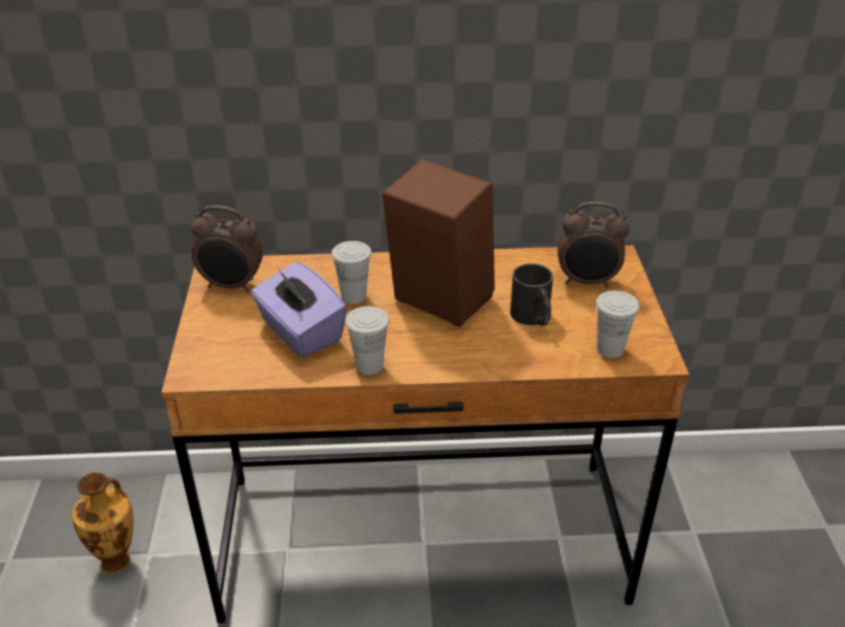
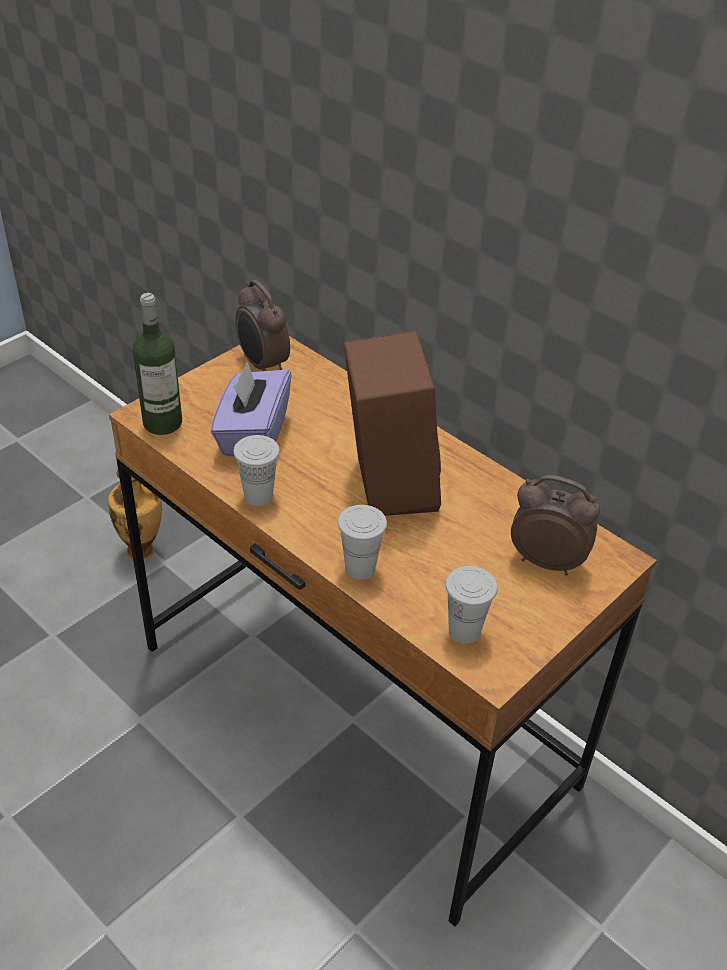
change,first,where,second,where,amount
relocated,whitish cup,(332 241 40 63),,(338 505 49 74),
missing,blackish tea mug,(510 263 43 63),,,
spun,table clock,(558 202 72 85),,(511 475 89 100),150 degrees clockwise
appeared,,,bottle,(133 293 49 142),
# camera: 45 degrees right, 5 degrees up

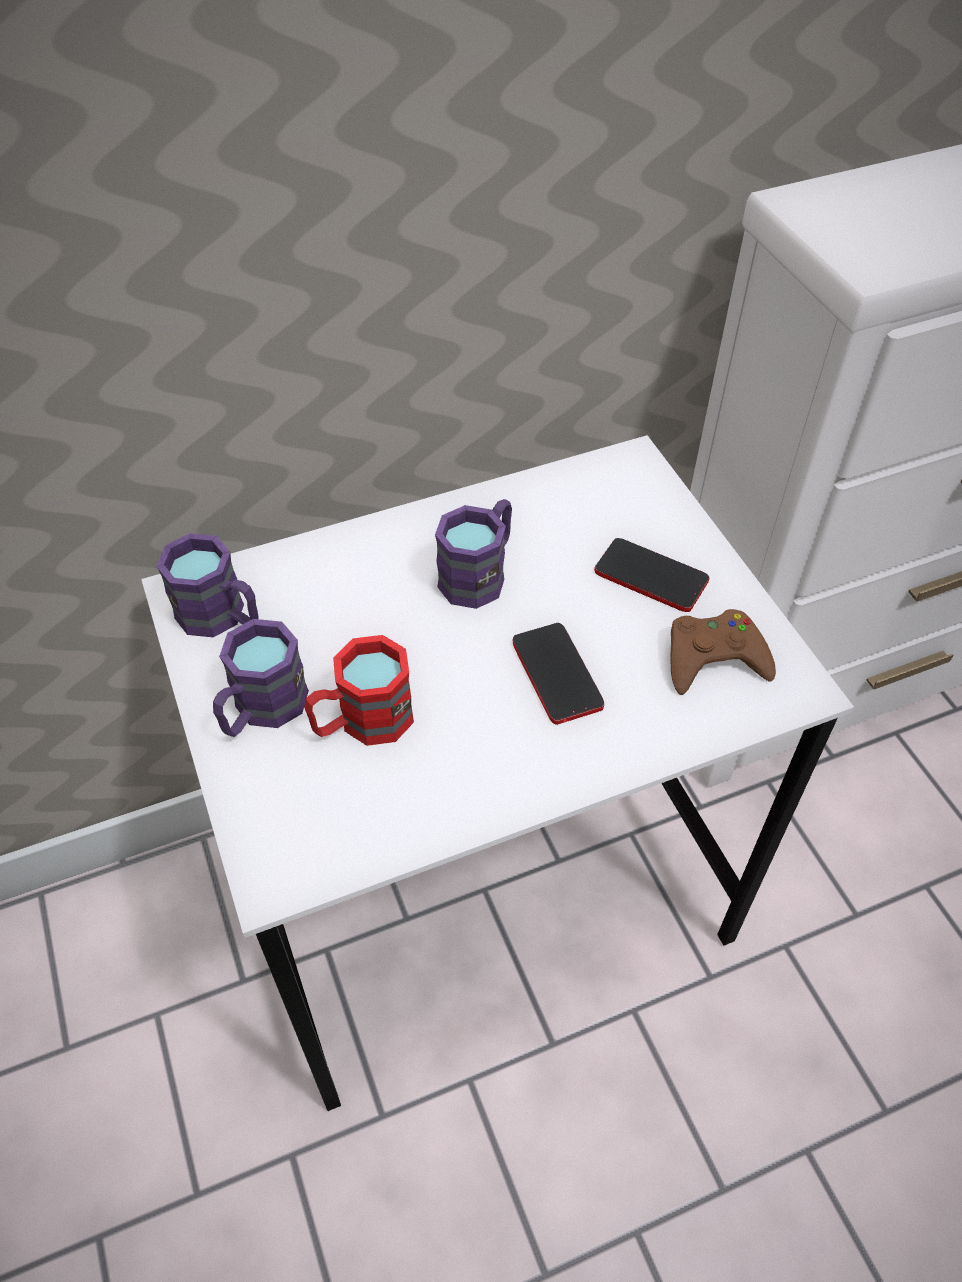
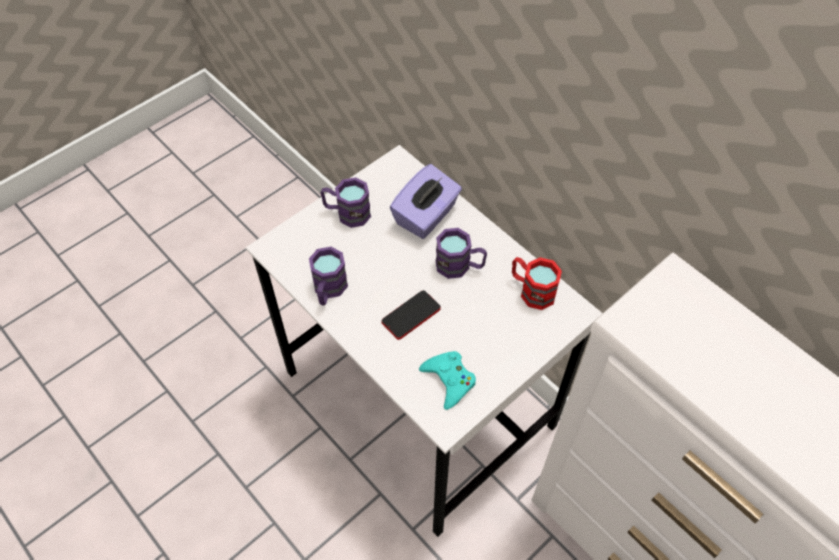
change,first,where,second,where,amount
relocated,purplish tea mug,(156 533 103 104),,(309 247 39 58),
relocated,red-coloured tea mug,(304 635 110 111),,(512 257 50 53),
missing,telephone,(594 538 115 74),,,
colour,brownish game controller,(670 609 106 86),blue-green game controller,(419 351 57 59),
appeared,,,purplish tissue holder,(390 164 72 75),
# camera: 70 degrees right, 5 degrees up

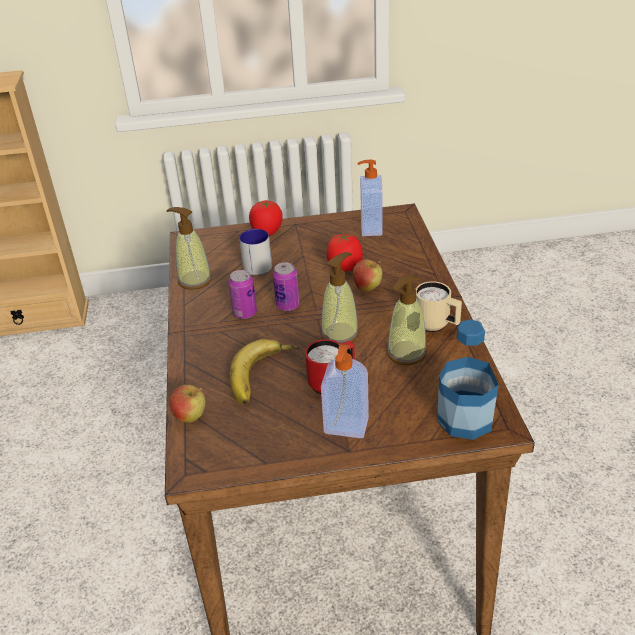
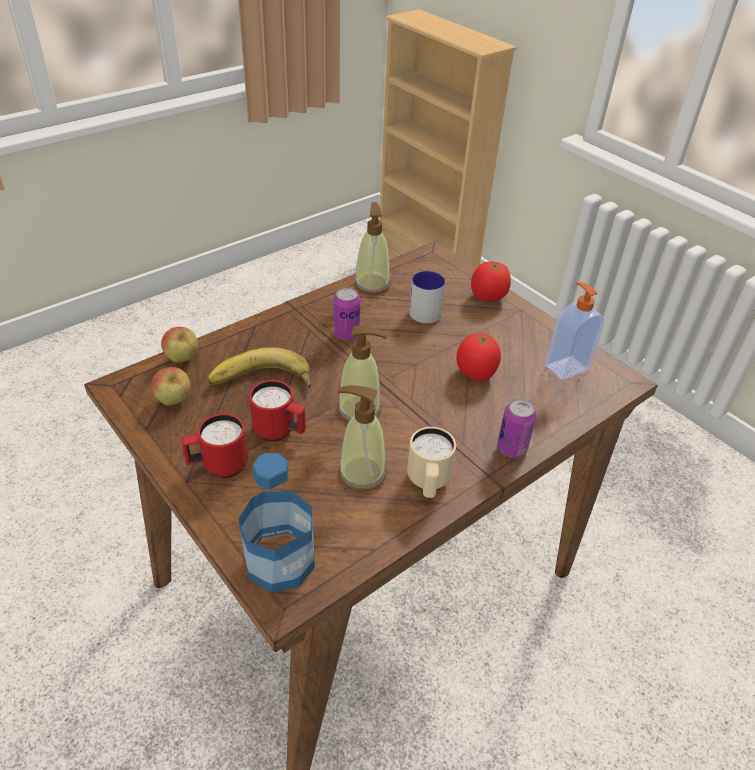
change,first,where,second,where,amount
relocated,can,(273 262 27 49),,(497 398 39 60),
exchanged,soap dispenser,(321 344 48 94),red-coloured tea mug,(181 414 67 64),
relocated,apple fruit,(353 260 29 31),,(151 367 39 38),
# camera: 55 degrees right, 5 degrees up

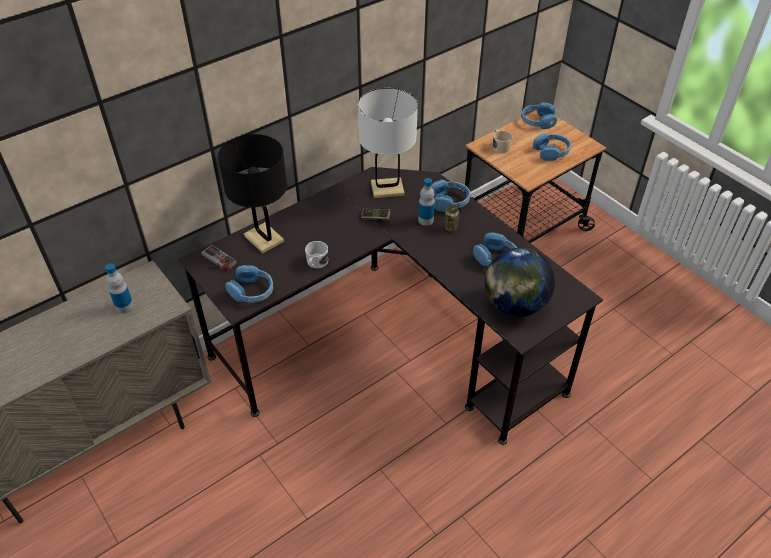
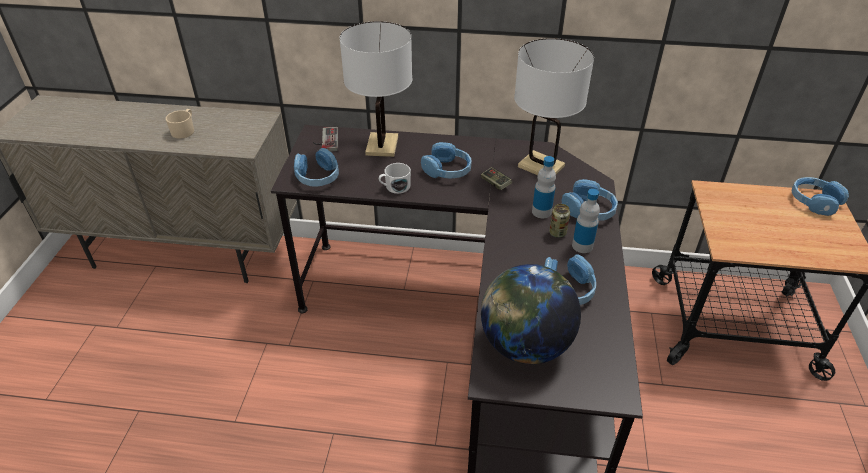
change,first,where,second,where,amount
relocated,bottle,(105 263 29 51),,(572 189 28 64),
colour,blackish tabletop lamp,(218 134 69 119),whitish tabletop lamp,(340 21 72 136),
relocated,beige-coloured tea mug,(493 129 19 24),,(166 109 28 30),
relocated,bluish headset,(533 133 38 28),,(421 142 51 37),
# camera: 45 degrees right, 5 degrees down

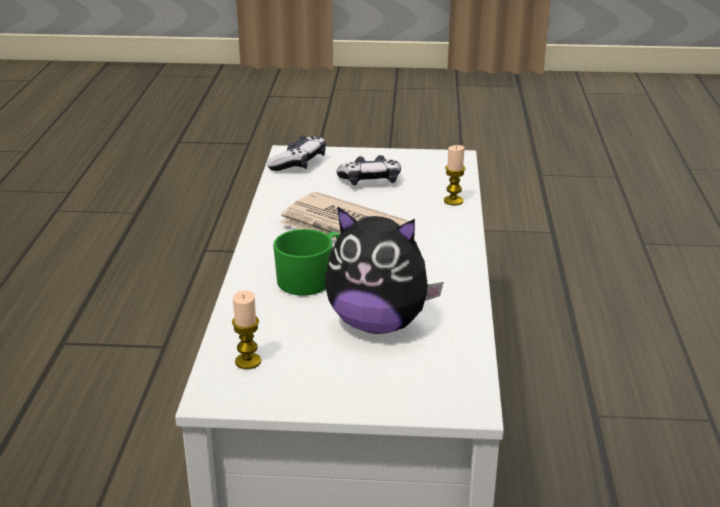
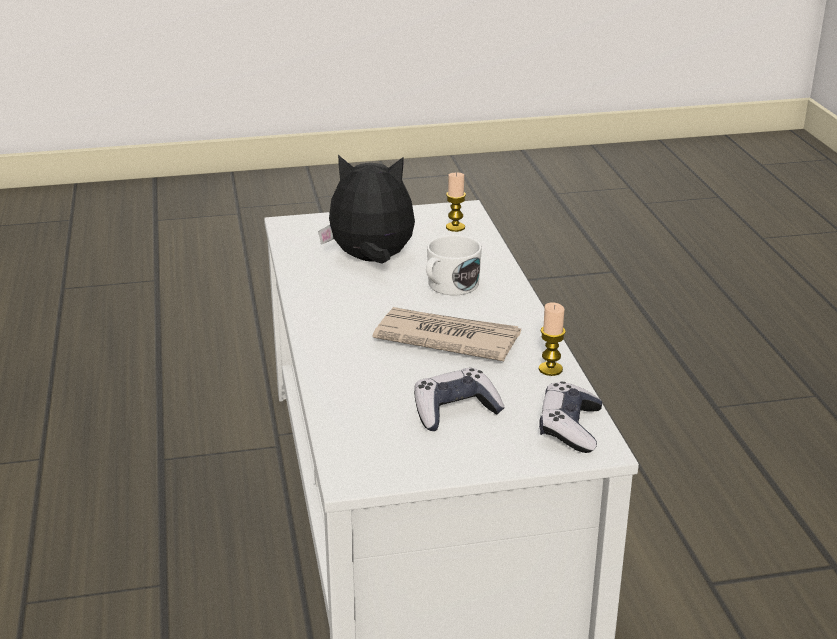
change,first,where,second,where,amount
colour,greenish tea mug,(273 229 67 67),whitish tea mug,(426 235 56 60),
relocated,wax candle,(444 145 21 61),,(539 302 27 74),
# camera: 165 degrees right, 0 degrees up

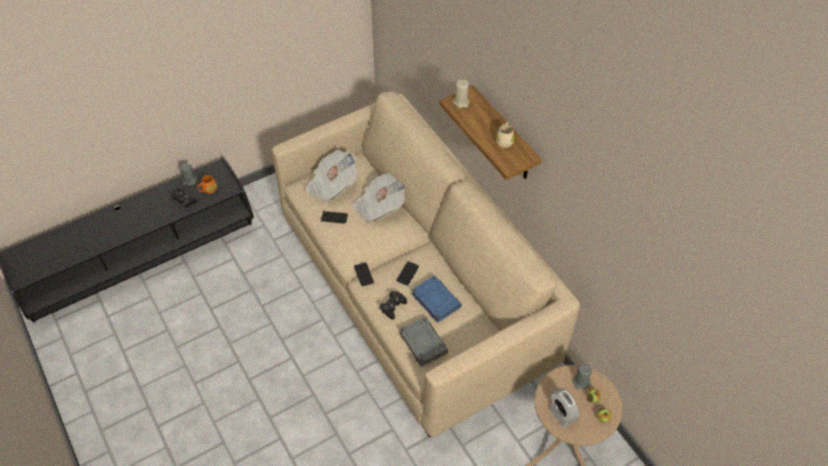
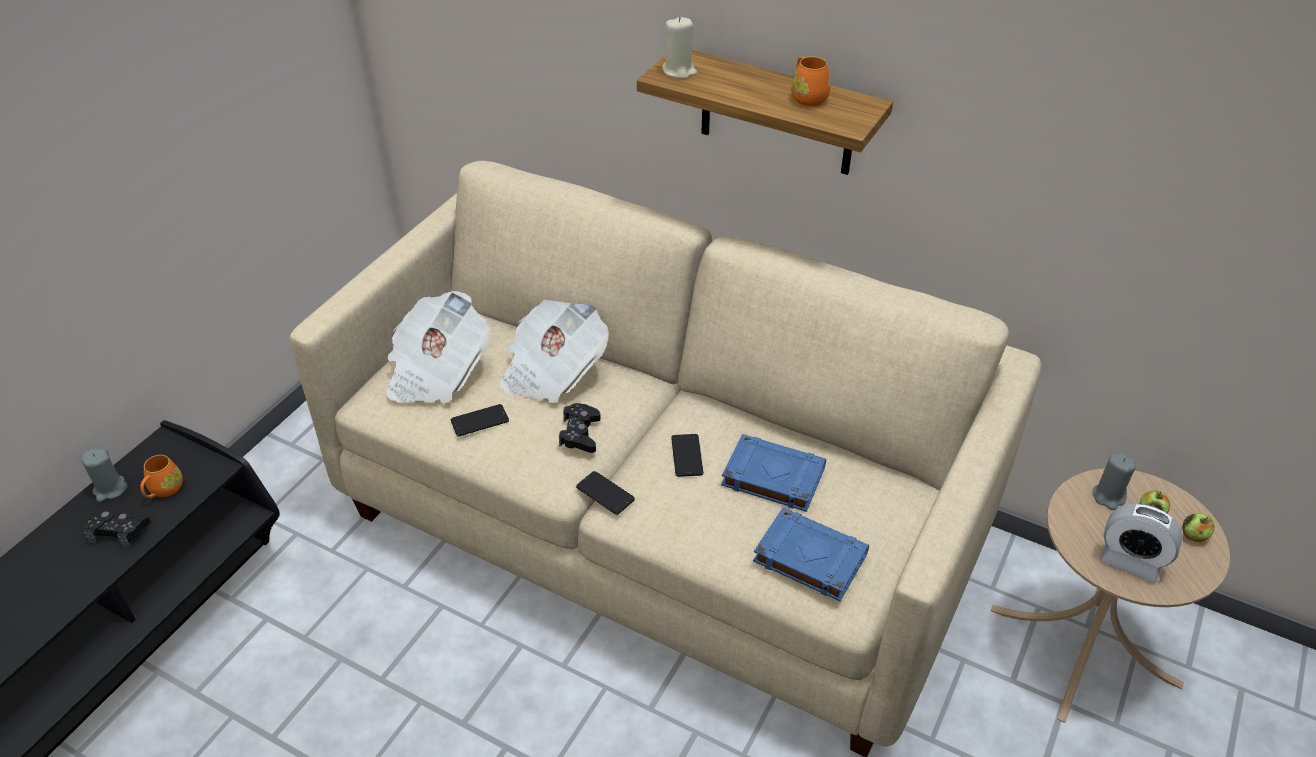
change,first,where,second,where,amount
relocated,blackish game controller,(380 291 27 29),,(559 403 42 50),
colour,gray book,(399 317 49 50),bluish book,(753 508 116 93),
colour,beige-coloured tea mug,(495 122 20 26),orange-coloured tea mug,(791 56 40 51),
# camera: 30 degrees left, 10 degrees down

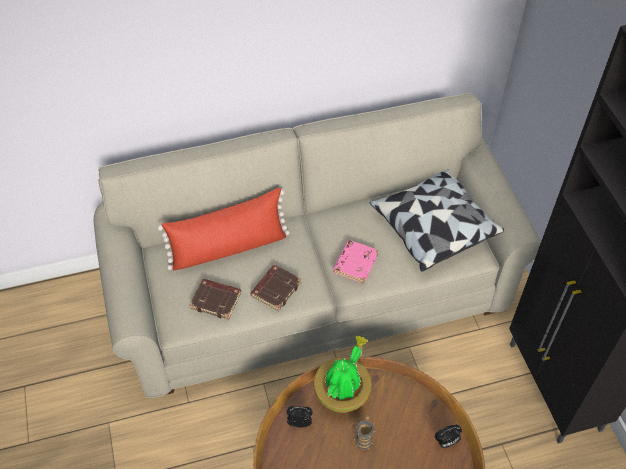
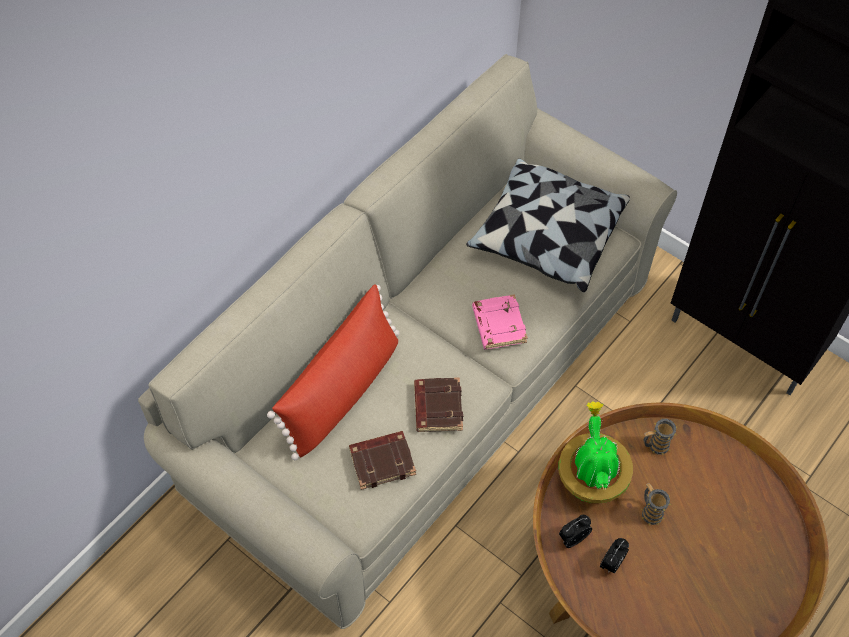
change,first,where,second,where,amount
relocated,table clock,(434 425 28 23),,(600 538 29 35),
appeared,,,tea mug,(644 418 33 37),
# camera: 35 degrees left, 5 degrees up

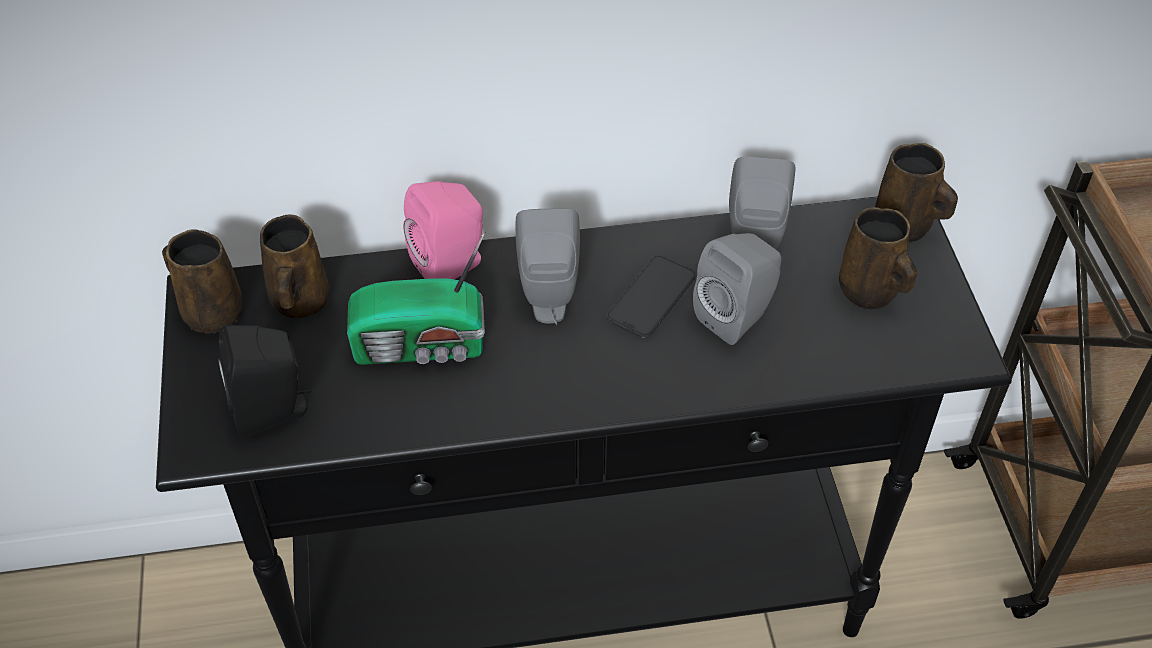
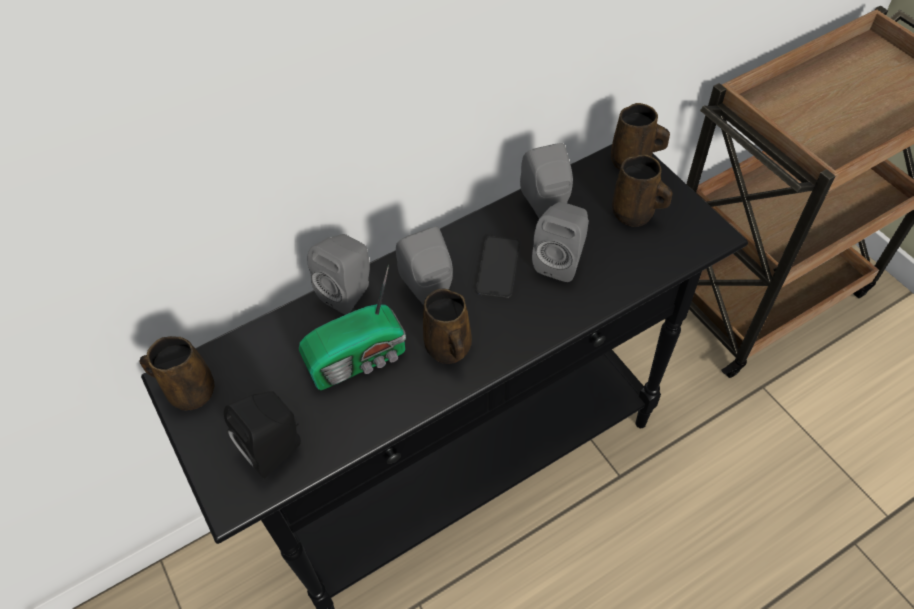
change,first,where,second,where,amount
relocated,brownish tea mug,(260 215 69 103),,(423 289 49 75),
colour,pink-coloured speaker,(403 181 80 98),gray speaker,(308 234 62 81),
# camera: 20 degrees left, 5 degrees up

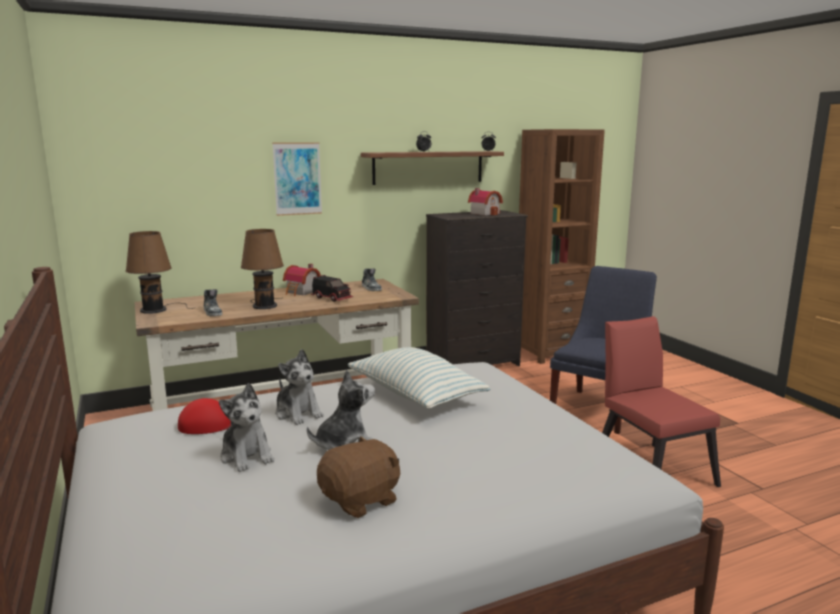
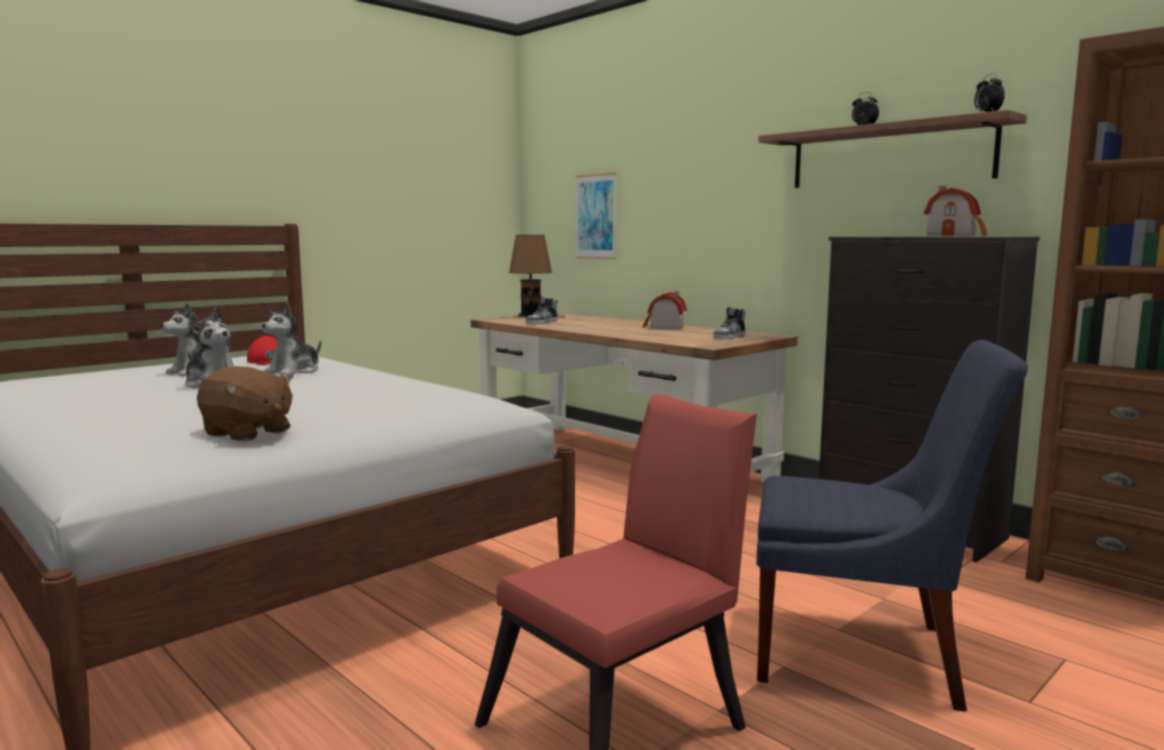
change,first,where,second,where,amount
missing,brownish tabletop lamp,(241 229 43 80),,,
relocated,wall picture,(272 142 50 74),,(576 173 40 86),
missing,toy truck,(311 275 42 27),,,
relocated,brownish plush toy,(317 436 83 82),,(197 366 96 76),
missing,throw pillow,(348 347 143 62),,,
# camera: 70 degrees right, 5 degrees down

